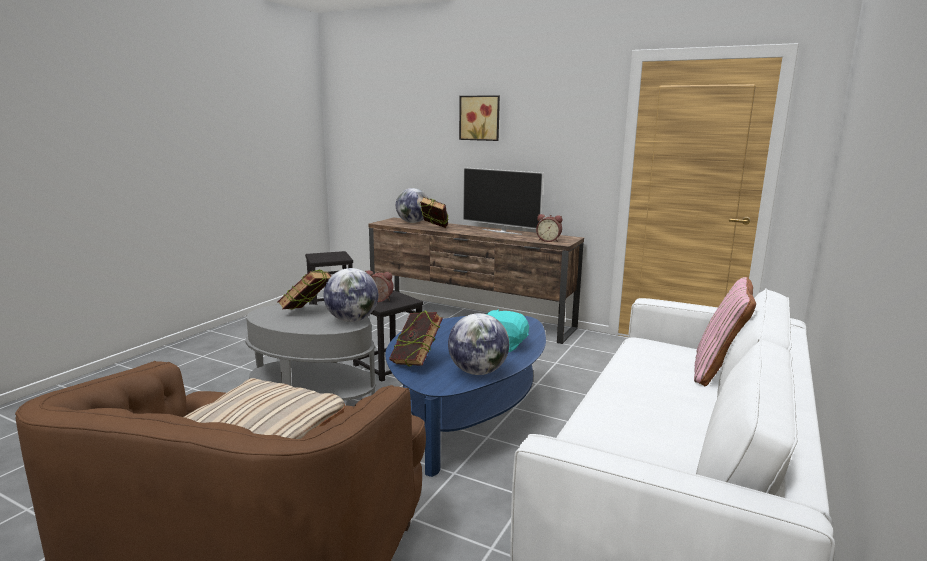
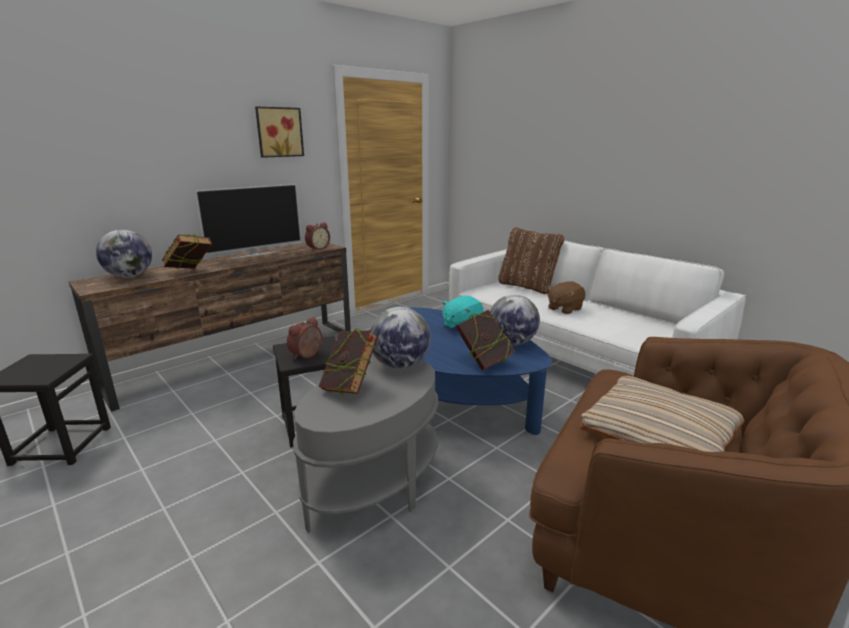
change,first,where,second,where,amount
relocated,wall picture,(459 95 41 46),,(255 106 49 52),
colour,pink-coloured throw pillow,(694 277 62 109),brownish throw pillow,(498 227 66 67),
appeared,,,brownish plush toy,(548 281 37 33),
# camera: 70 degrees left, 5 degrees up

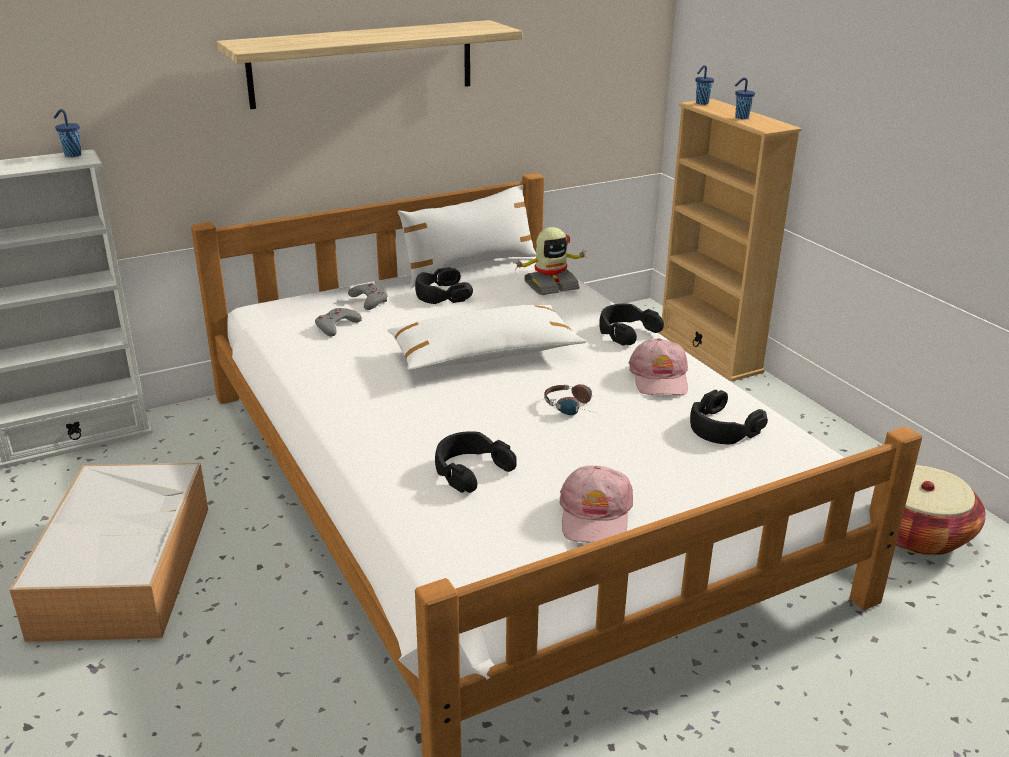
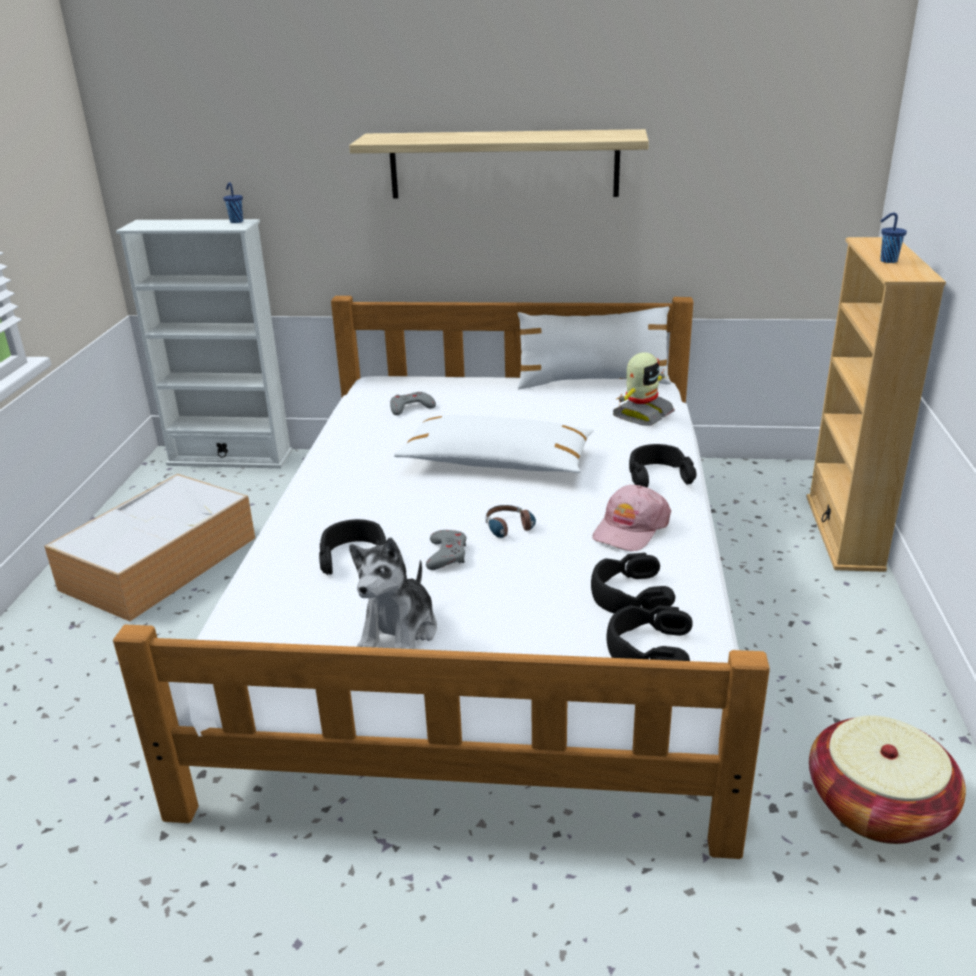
change,first,where,second,where,amount
relocated,gray game controller,(348 283 39 27),,(426 530 41 40),
relocated,blackish headset,(415 267 58 37),,(607 605 86 56),
spun,model robot,(513 227 74 68),,(613 352 62 74),60 degrees counterclockwise
exchanged,pink-coloured cap,(559 466 74 77),plush toy,(349 538 88 111),
missing,bluish cup,(695 65 19 40),,,
# camera: 35 degrees right, 0 degrees up

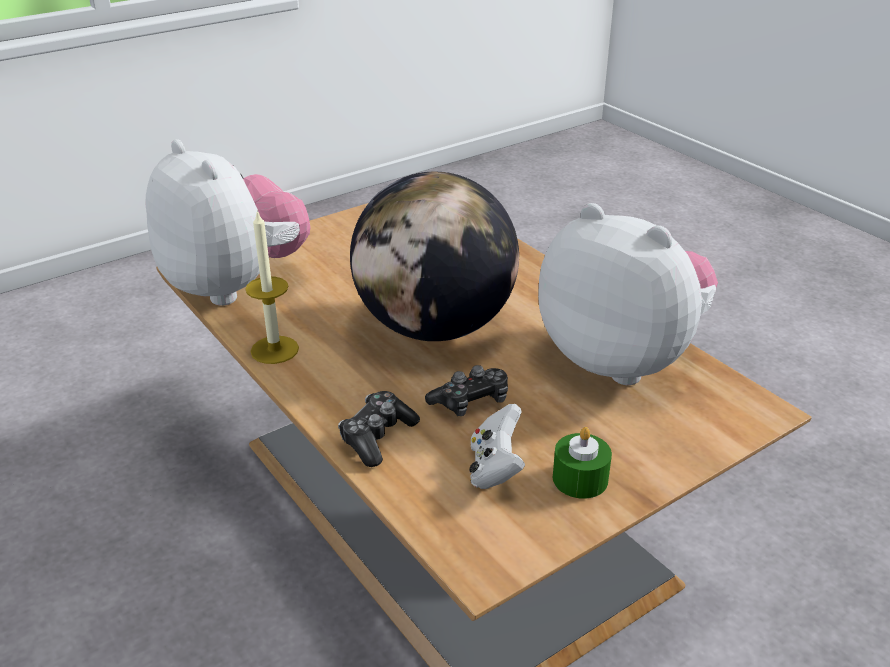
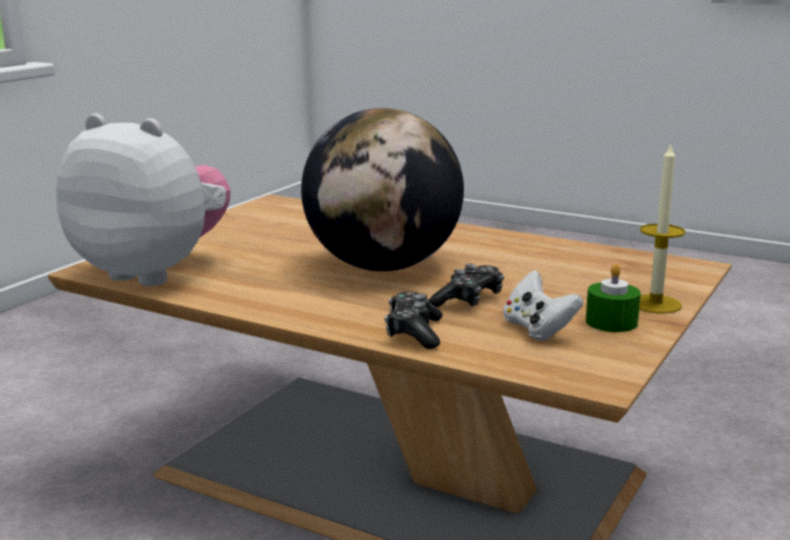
change,first,where,second,where,amount
relocated,wax candle,(245 210 54 154),,(639 143 46 170),
missing,plush toy,(538 203 180 182),,,
# camera: 25 degrees left, 15 degrees down

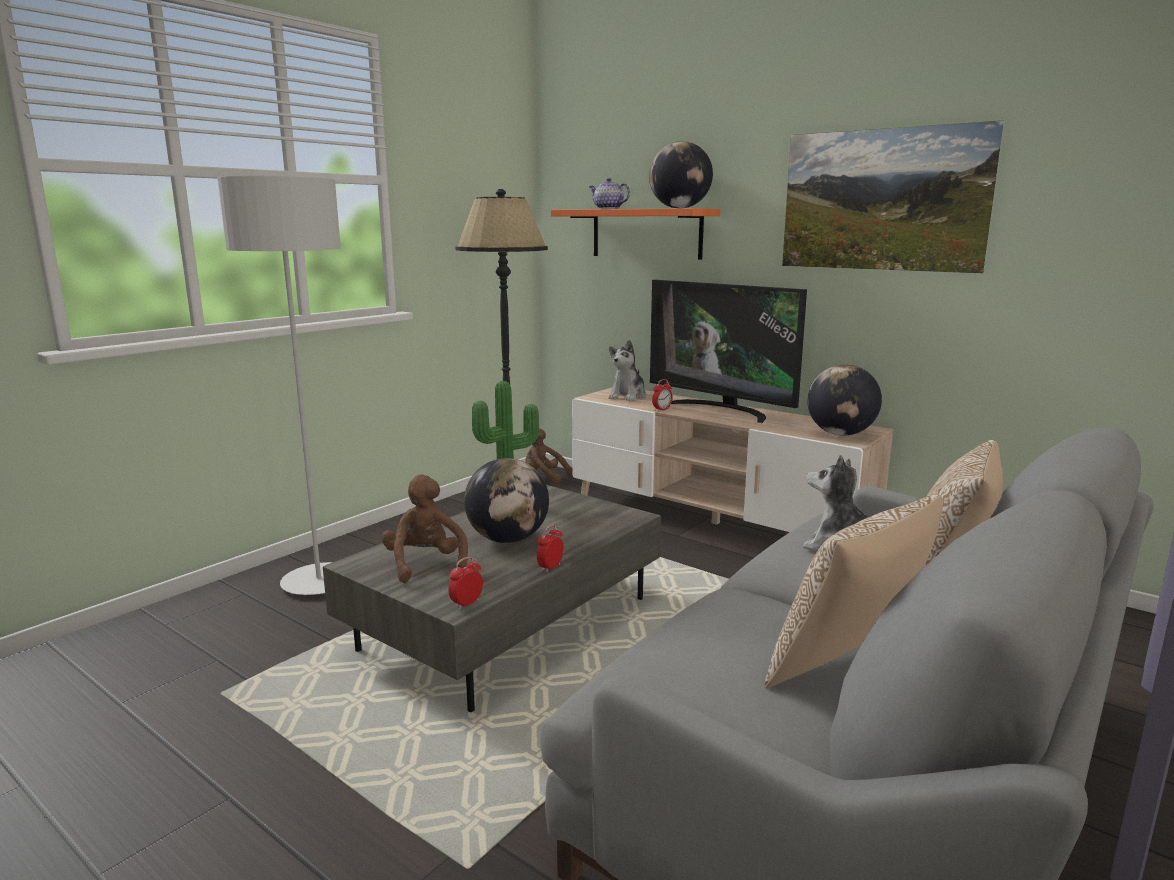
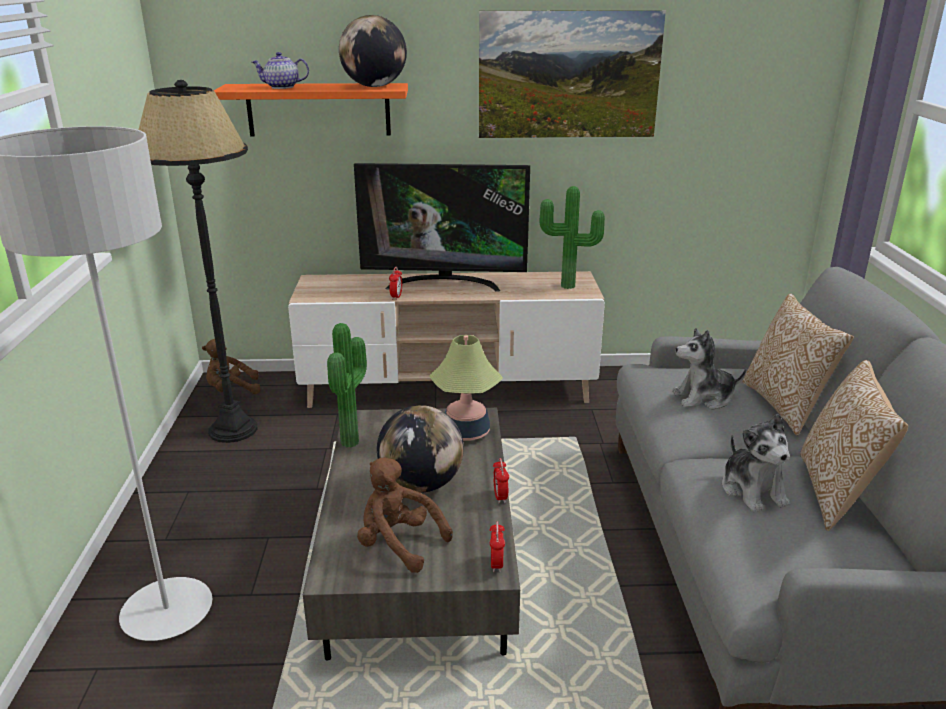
change,first,where,second,where,amount
relocated,plush toy,(608 340 38 61),,(722 414 68 98),
exchanged,desk globe,(807 365 75 71),plant in a pot,(539 186 66 103),
appeared,,,tabletop lamp,(429 335 74 106),
# camera: 40 degrees left, 10 degrees up

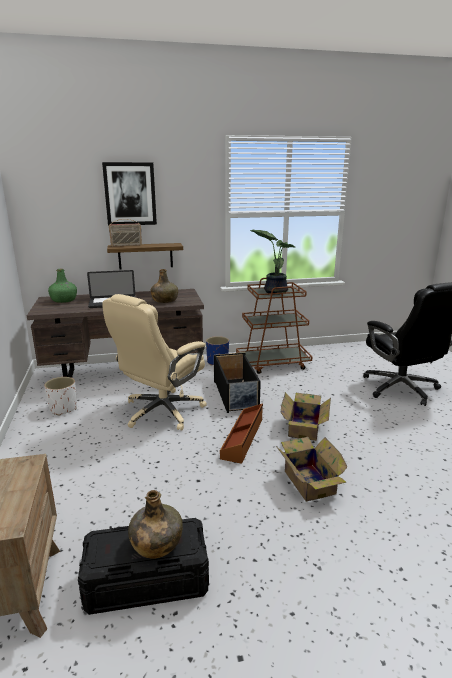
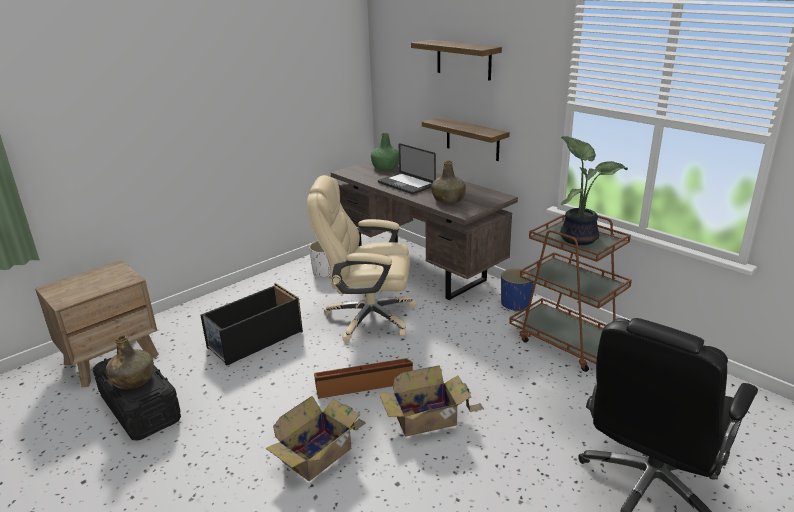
change,first,where,second,where,amount
exchanged,wall picture,(102 162 55 64),wall shelf,(411 40 91 41),
missing,radio set,(109 219 33 28),,,
relocated,blackish storage bin,(214 352 47 61),,(200 283 103 83),
# camera: 60 degrees right, 5 degrees up

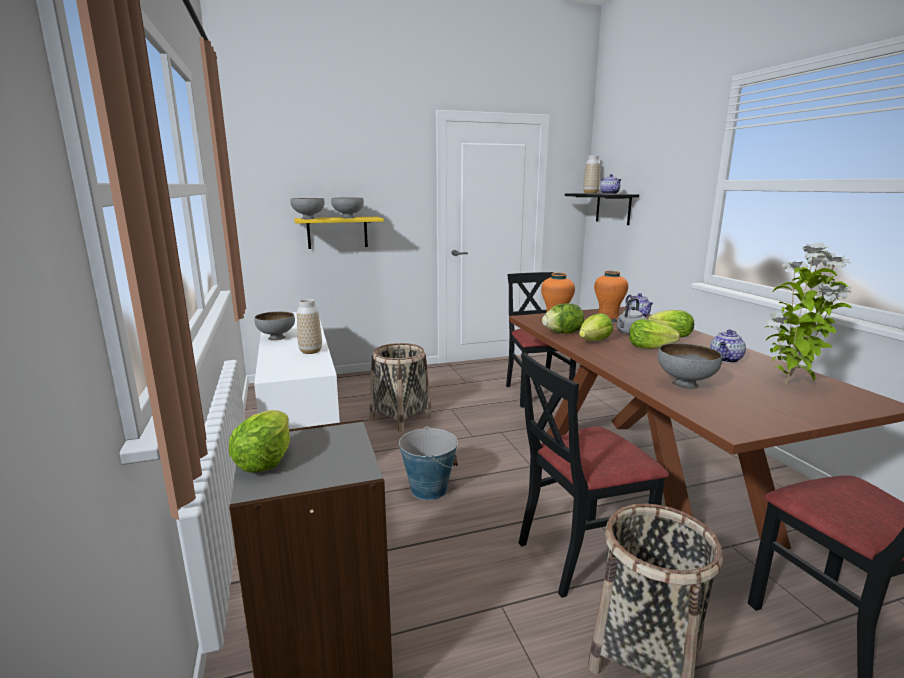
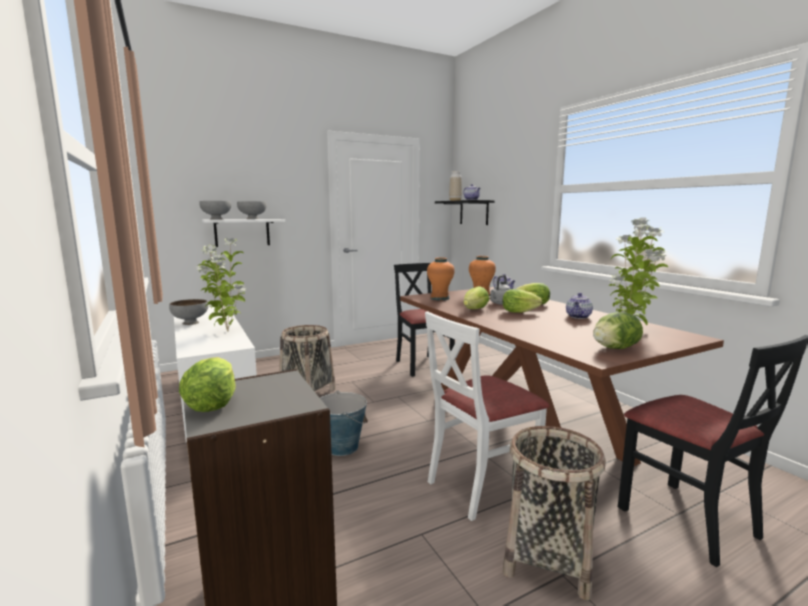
change,first,where,second,where,amount
colour,yellow wall shelf,(294 217 90 32),whitish wall shelf,(202 219 83 28),
exchanged,flower vase,(297 299 25 55),plant in a pot,(197 237 49 95),
colour,blackish upright chair,(519 352 150 246),whitish upright chair,(425 311 125 210),
relocated,lettuce,(542 303 42 31),,(593 312 50 37),
missing,gray deep dish,(658 343 64 46),,,
# camera: 10 degrees left, 5 degrees down

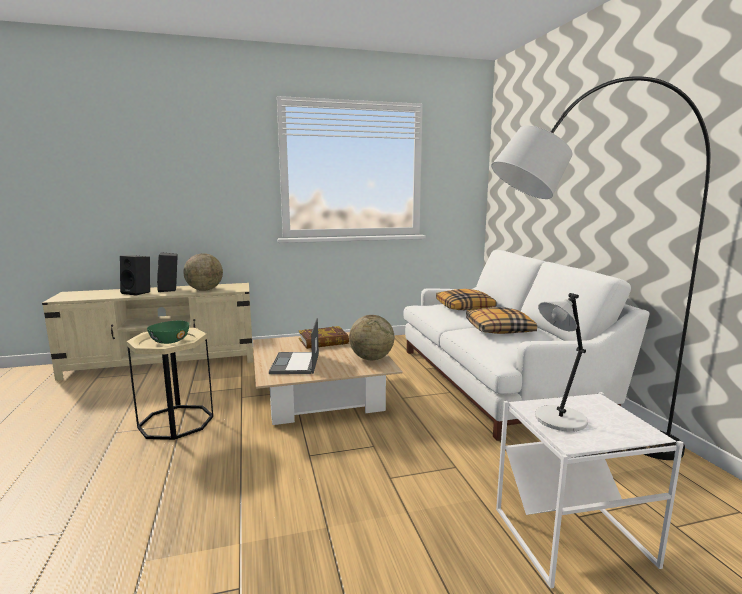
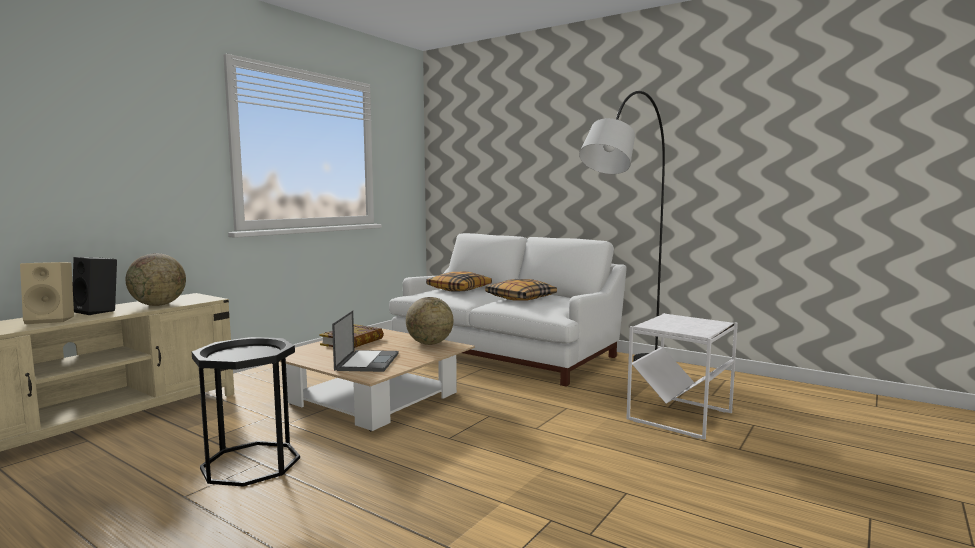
change,first,where,second,where,amount
colour,blackish speaker,(120 255 30 41),beige-coloured speaker,(20 262 54 62),
colour,beige-coloured side table,(127 328 86 112),blackish side table,(192 337 108 149),
missing,greenish deep dish,(147 321 42 23),,,
spun,portable computer,(269 318 50 56),,(332 310 67 62),135 degrees counterclockwise
missing,gray tabletop lamp,(535 293 53 139),,,
# camera: 40 degrees left, 5 degrees down

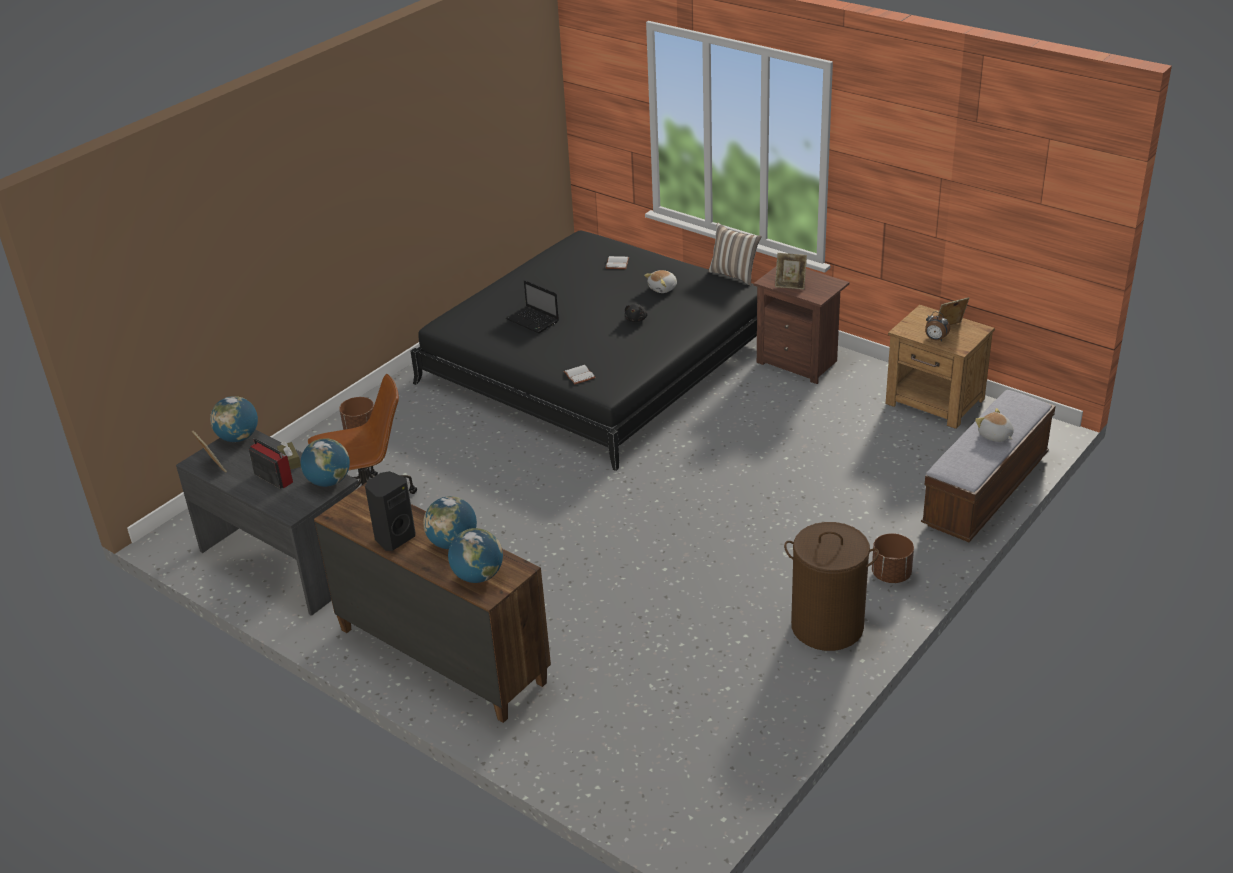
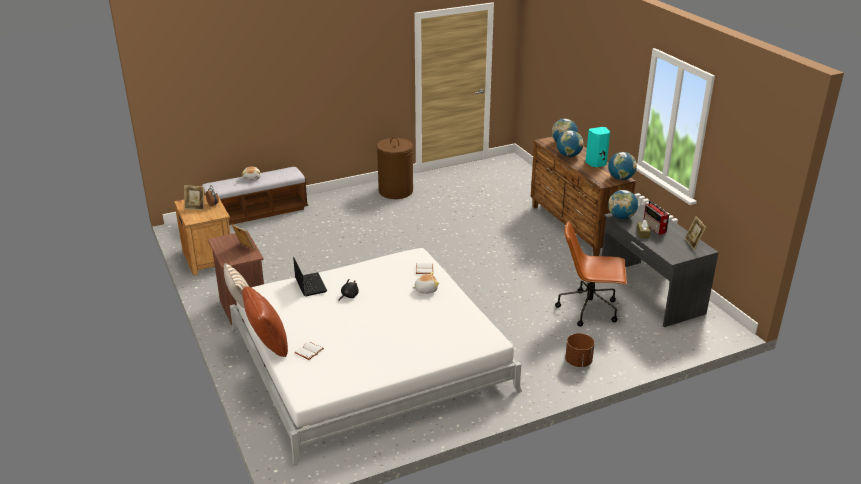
change,first,where,second,where,amount
relocated,desk globe,(210 396 48 46),,(608 152 29 28),
colour,blackish speaker,(365 471 50 80),blue-green speaker,(585 127 25 40),
colour,blackish sleeping bed,(410 231 347 240),whitish sleeping bed,(230 248 292 217),
relocated,portable computer,(506 280 53 53),,(293 257 34 39),
relocated,plush toy,(644 270 33 23),,(412 272 27 22),
missing,brownish flower pot,(872 533 42 50),,,
appeared,,,brownish throw pillow,(242 286 46 71),
# camera: 155 degrees left, 5 degrees down

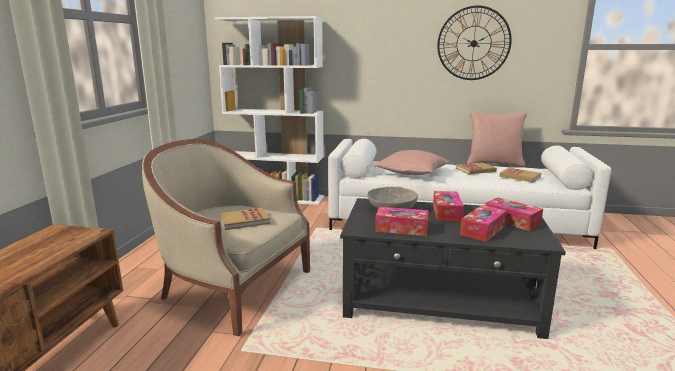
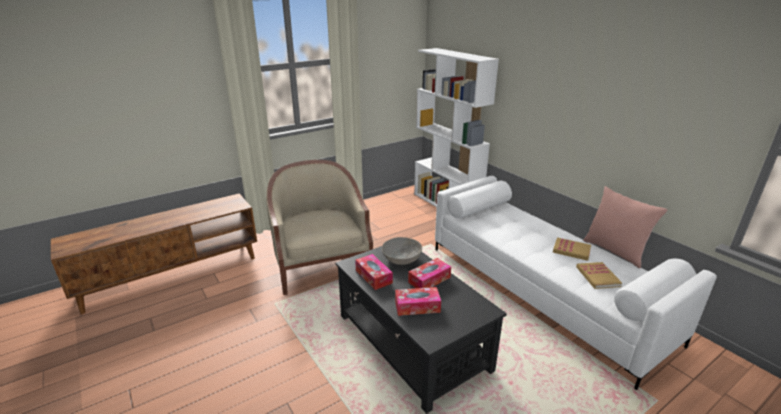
change,first,where,second,where,amount
missing,book,(219 208 51 22),,,
missing,pink-coloured throw pillow,(373 150 76 25),,,
missing,wall clock,(437 6 75 74),,,
missing,tissue holder,(485 198 58 33),,,
# camera: 45 degrees right, 10 degrees up

